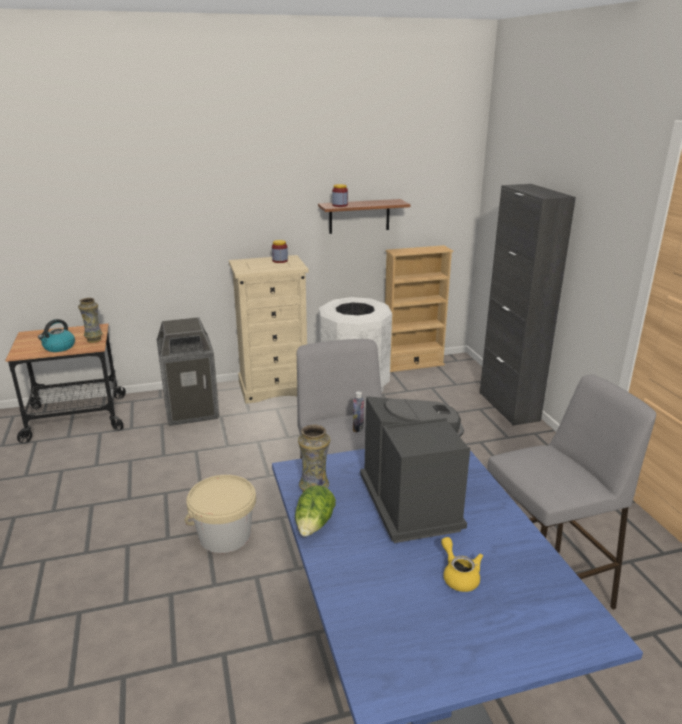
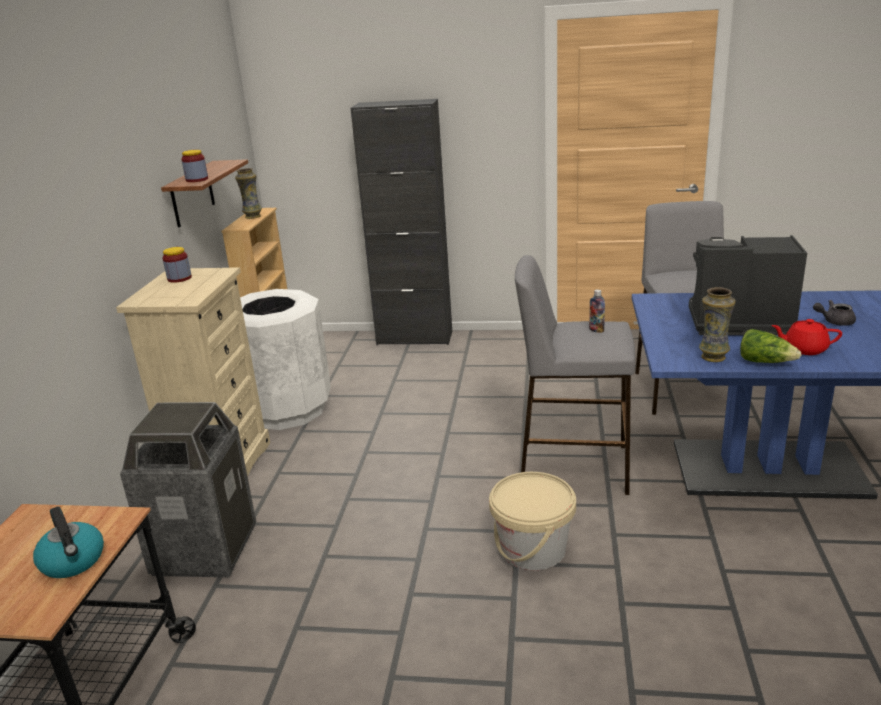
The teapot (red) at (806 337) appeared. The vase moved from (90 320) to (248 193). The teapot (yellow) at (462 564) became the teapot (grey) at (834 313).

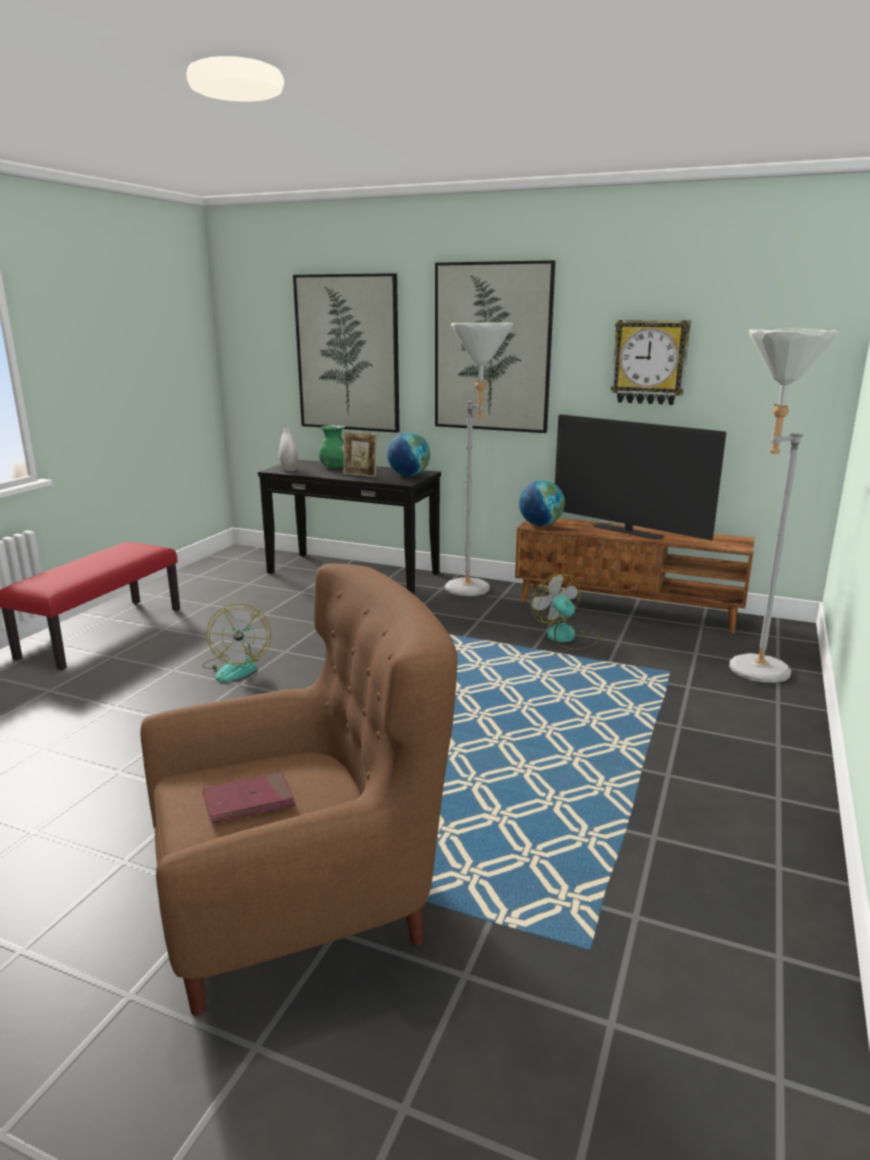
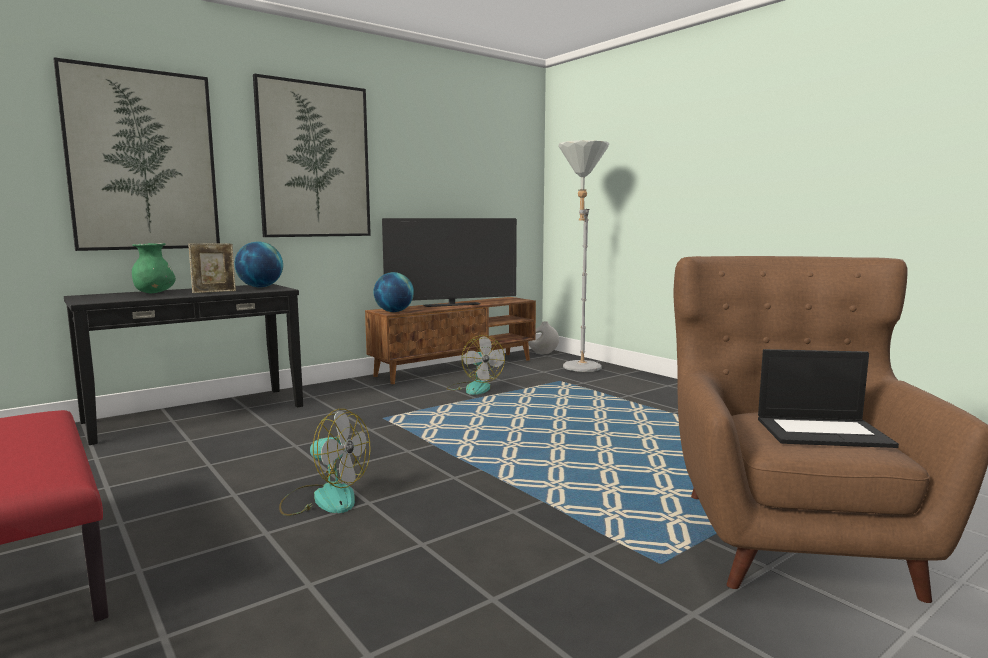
The floor lamp (grey) at (479 459) disappeared. The wall clock at (651 362) disappeared. The vase (white) moved from (288 449) to (543 337). The book (red) at (249 798) was replaced by the laptop at (828 398). The fan at (565 612) turned 120 degrees counterclockwise.

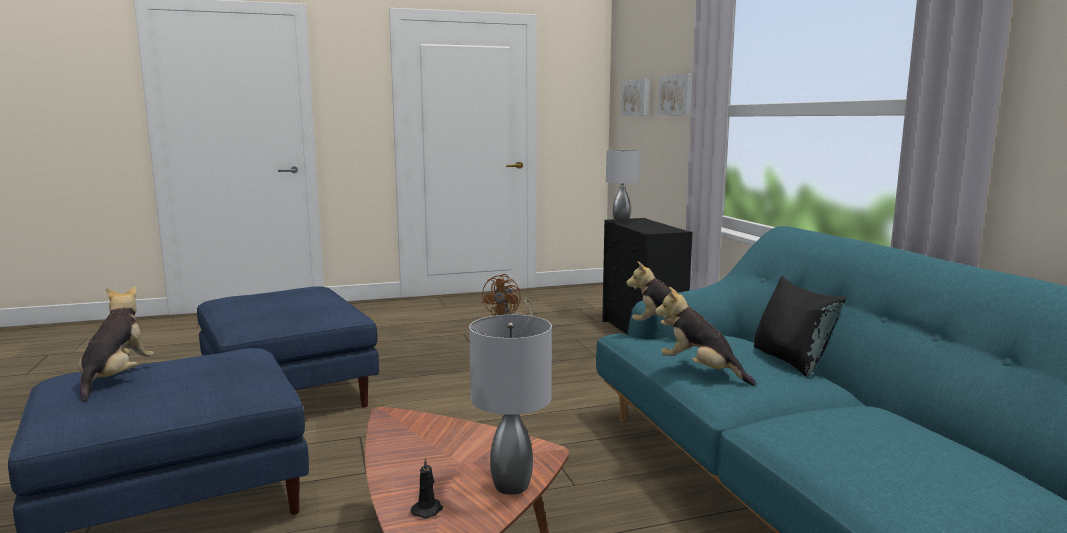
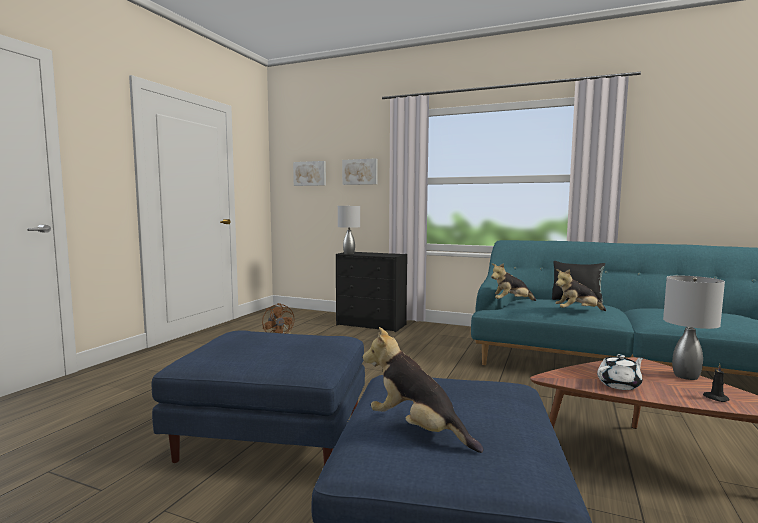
The teapot (white) at (620 372) appeared.

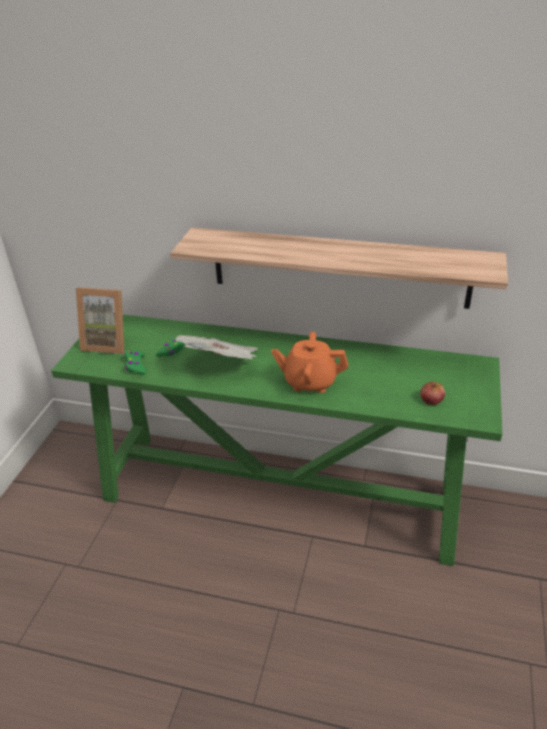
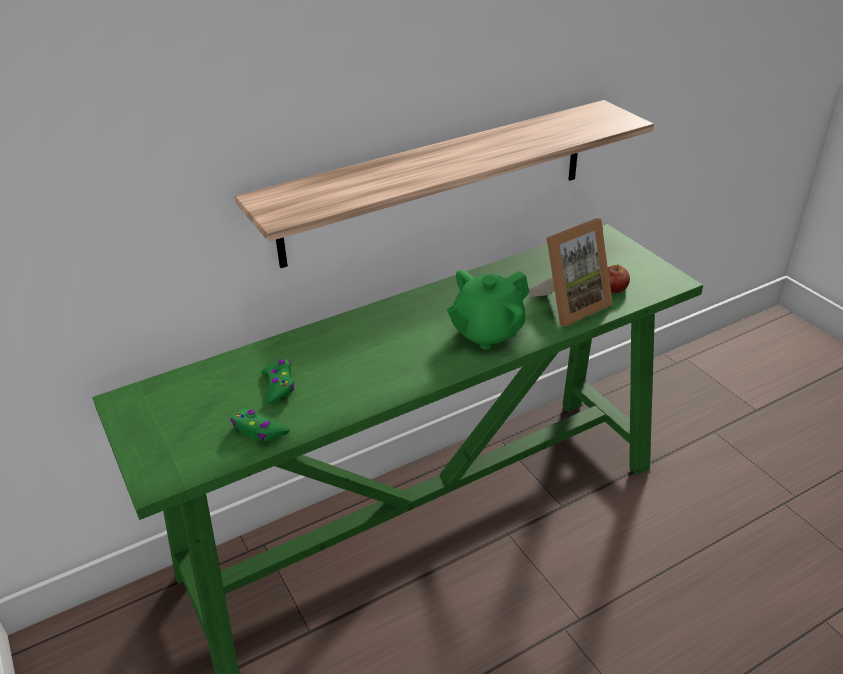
The newspaper at (216 347) disappeared. The picture frame moved from (100 320) to (571 272). The teapot (orange) at (309 362) became the teapot (green) at (488 310).

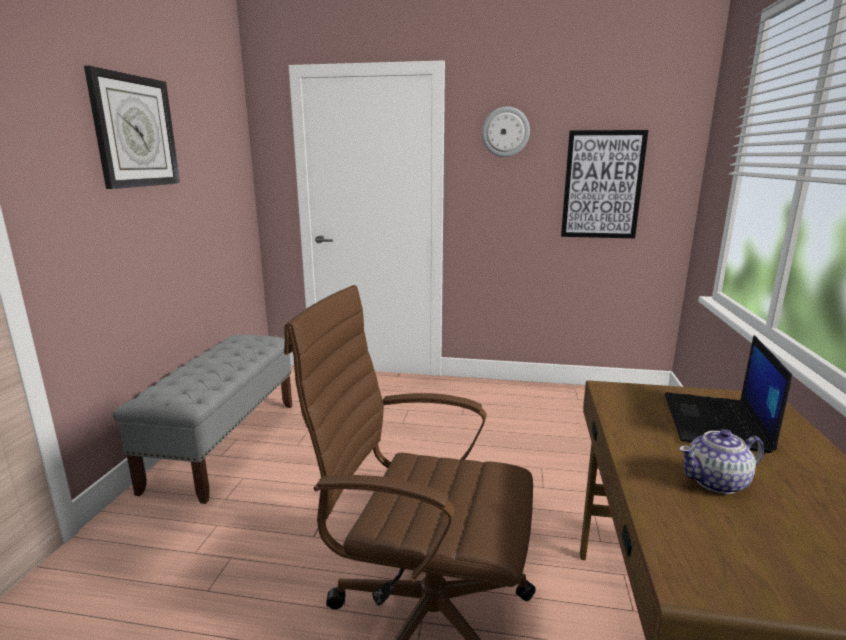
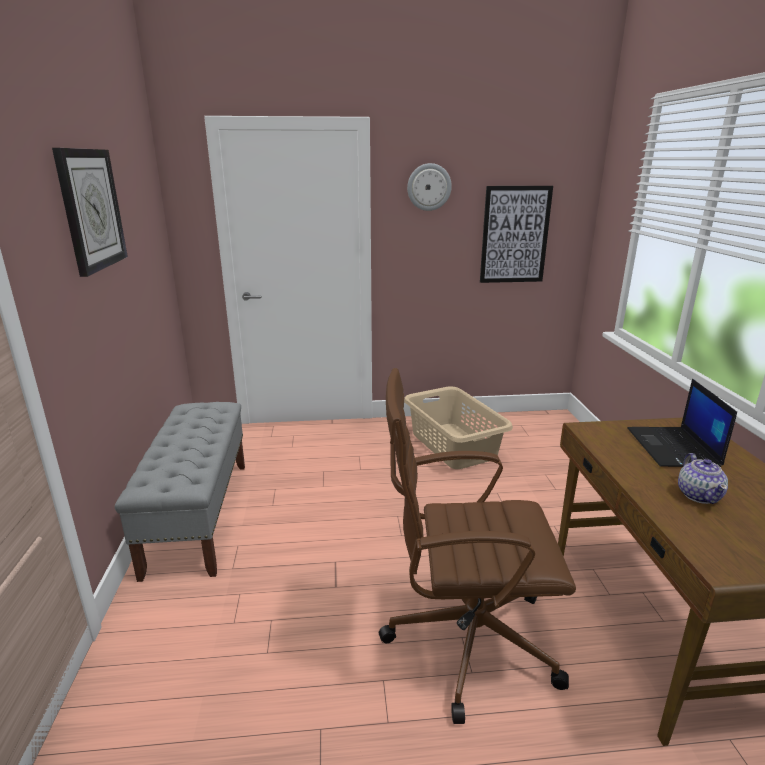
The laundry basket (beige) at (458 427) appeared. The teapot at (721 461) turned 60 degrees counterclockwise.

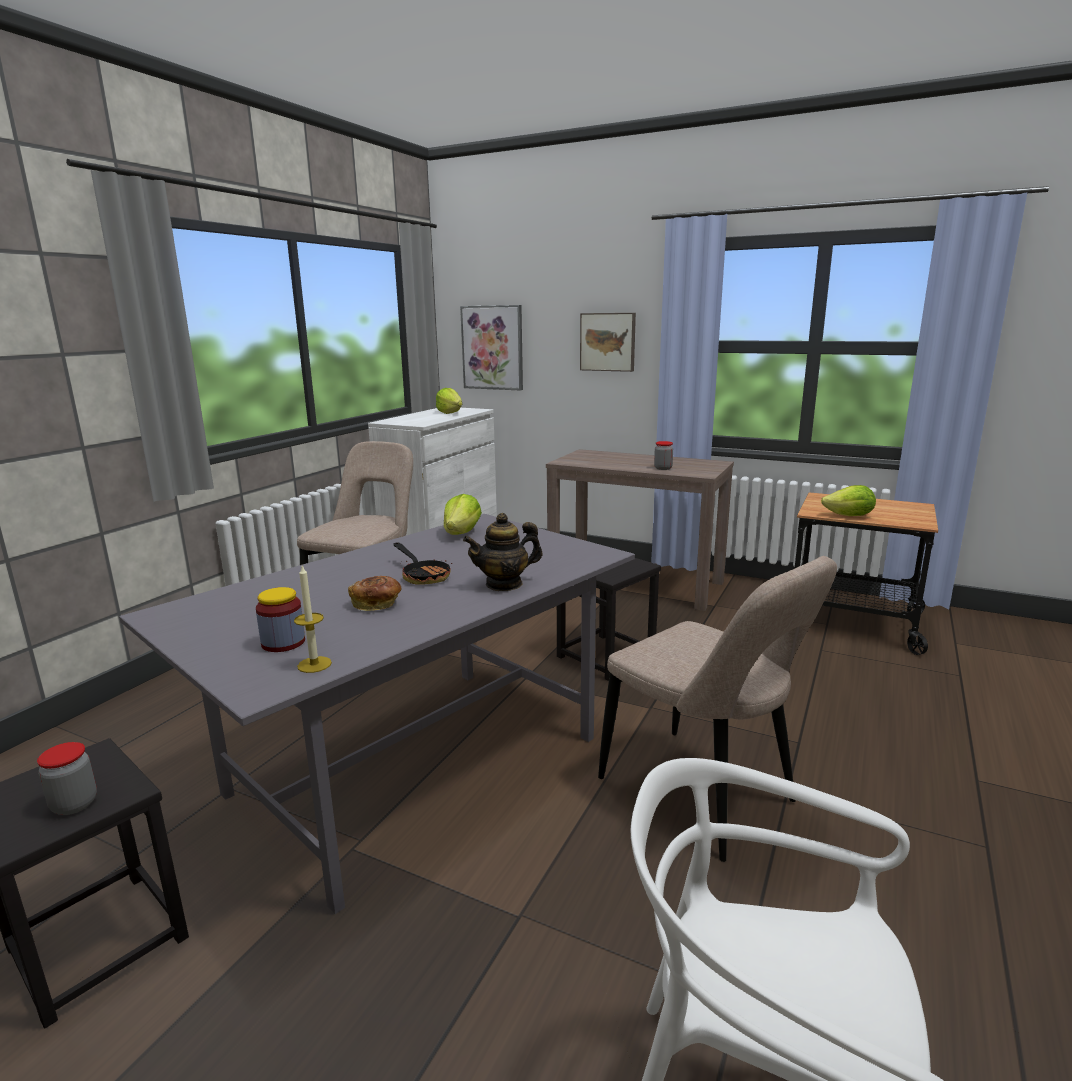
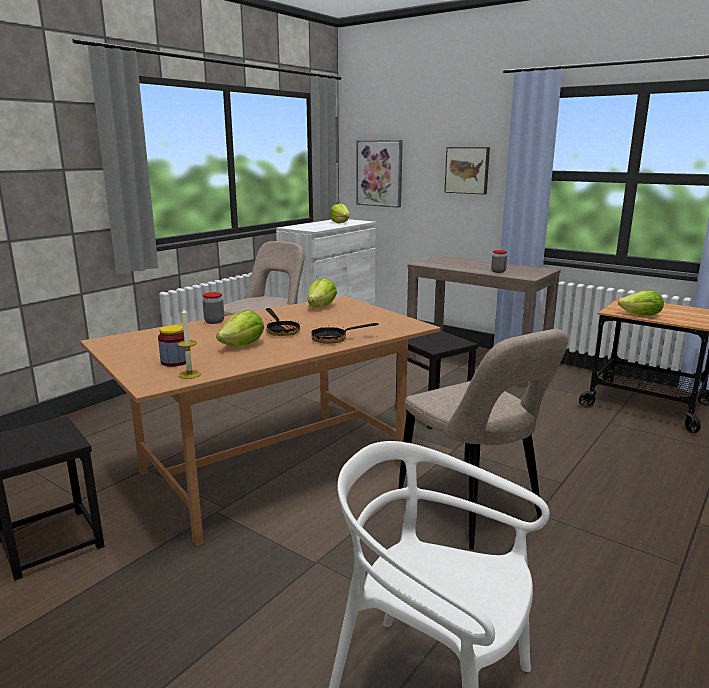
The jar moved from (67 778) to (213 308). The bread at (374 593) was replaced by the lettuce at (240 328). The teapot at (502 552) was replaced by the frying pan at (344 333). The dining table (grey) at (377 714) became the dining table (brown) at (260 421).

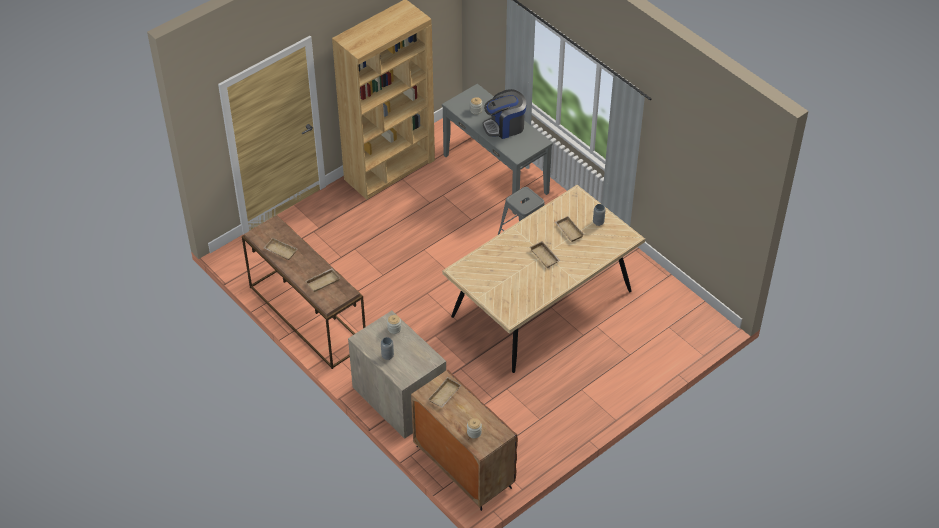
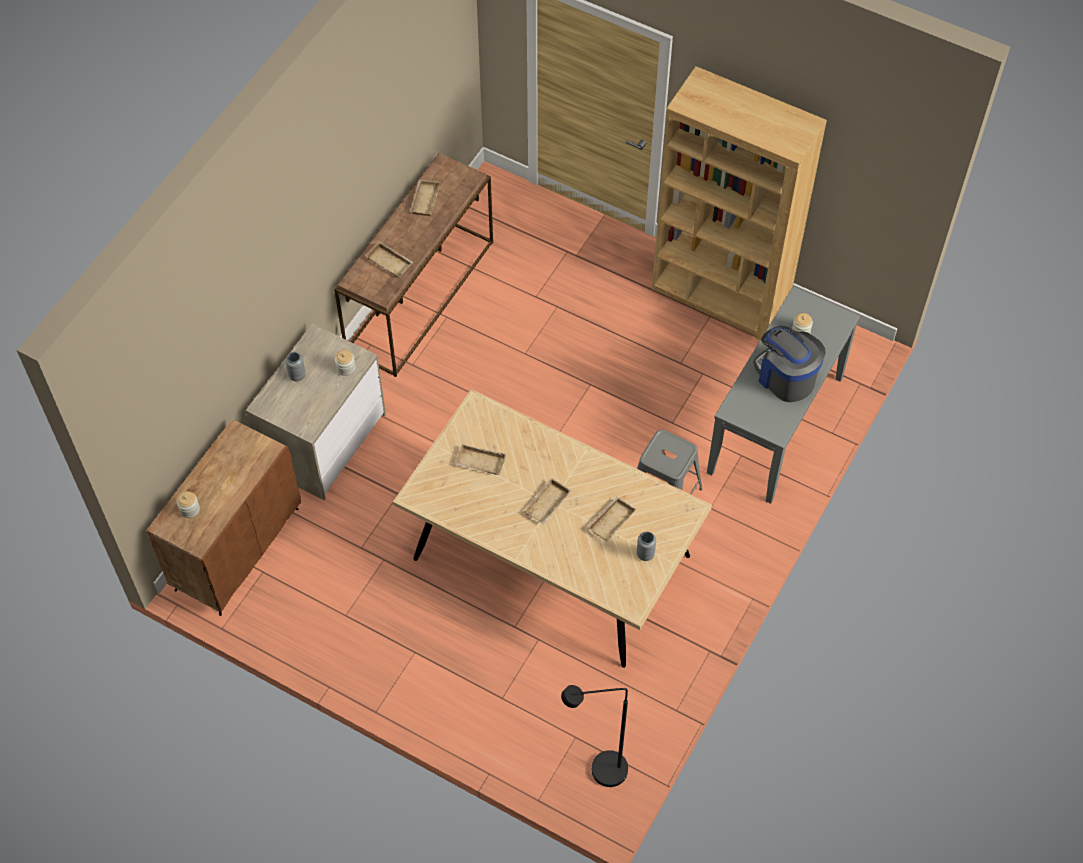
The floor lamp (black) at (594 736) appeared. The tray (beige) moved from (444 392) to (480 459).

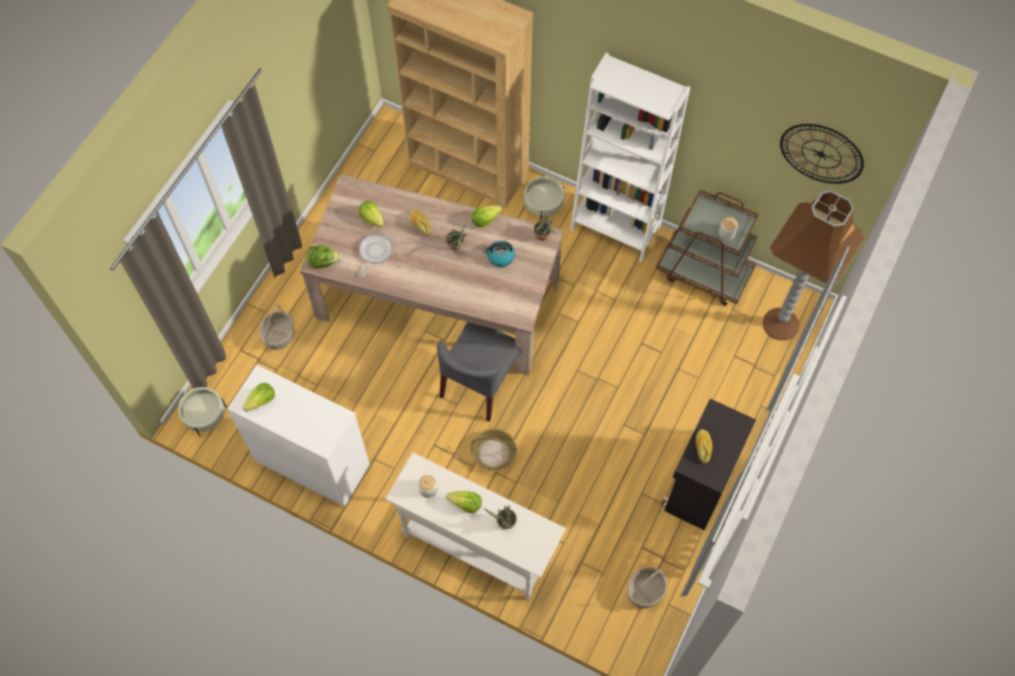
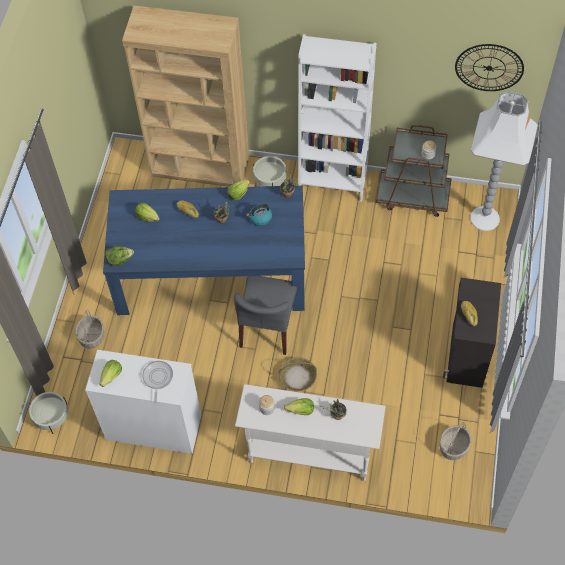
The frying pan moved from (375 255) to (157 382). The dining table (beige) at (432 274) became the dining table (blue) at (204 250). The floor lamp (brown) at (813 265) became the floor lamp (white) at (504 161).

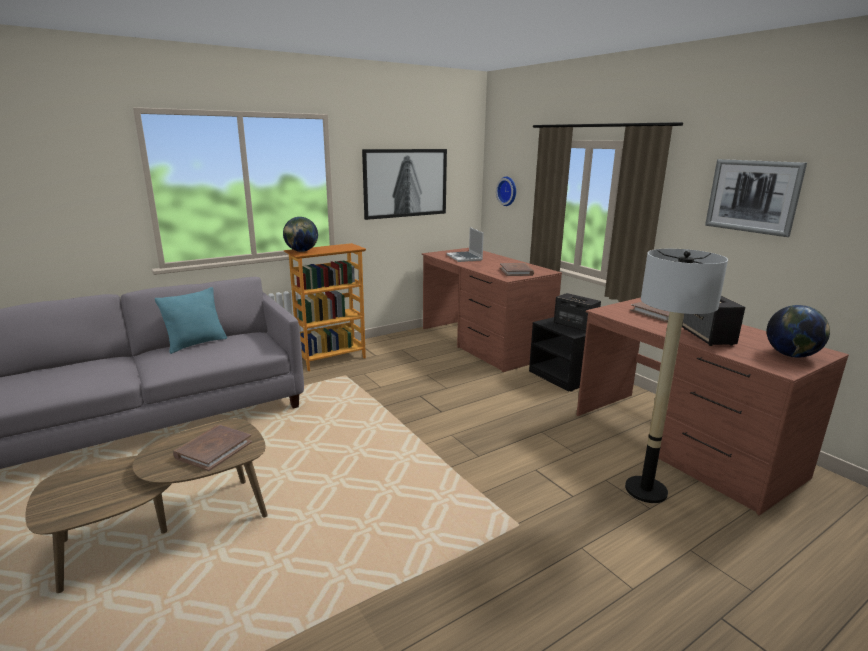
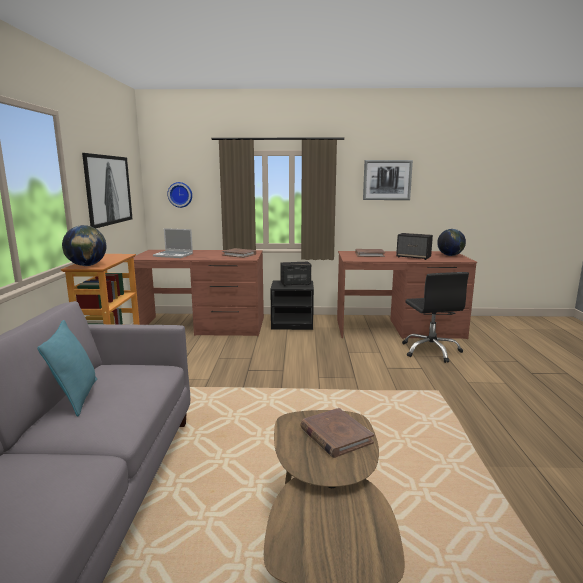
The floor lamp at (676 375) was replaced by the office chair (black) at (435 317).

